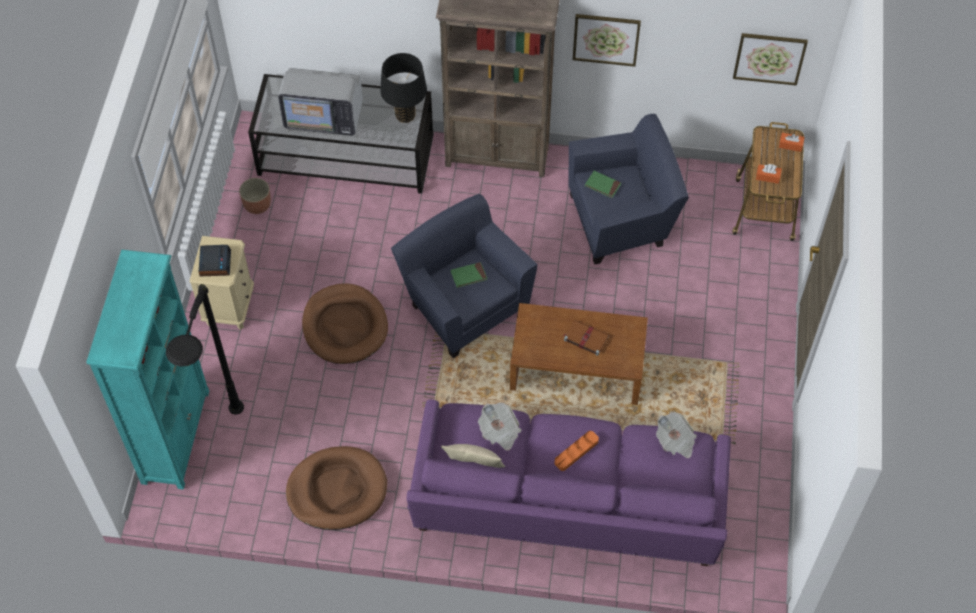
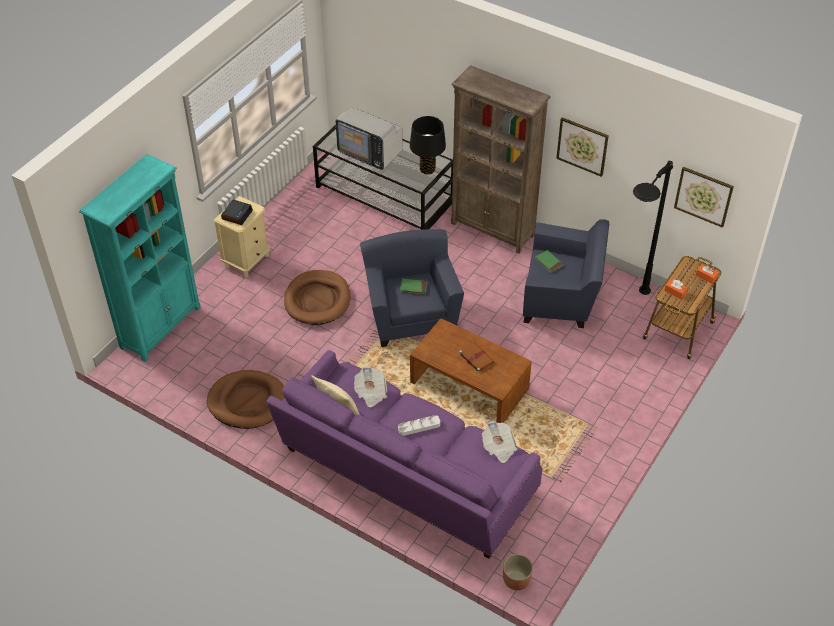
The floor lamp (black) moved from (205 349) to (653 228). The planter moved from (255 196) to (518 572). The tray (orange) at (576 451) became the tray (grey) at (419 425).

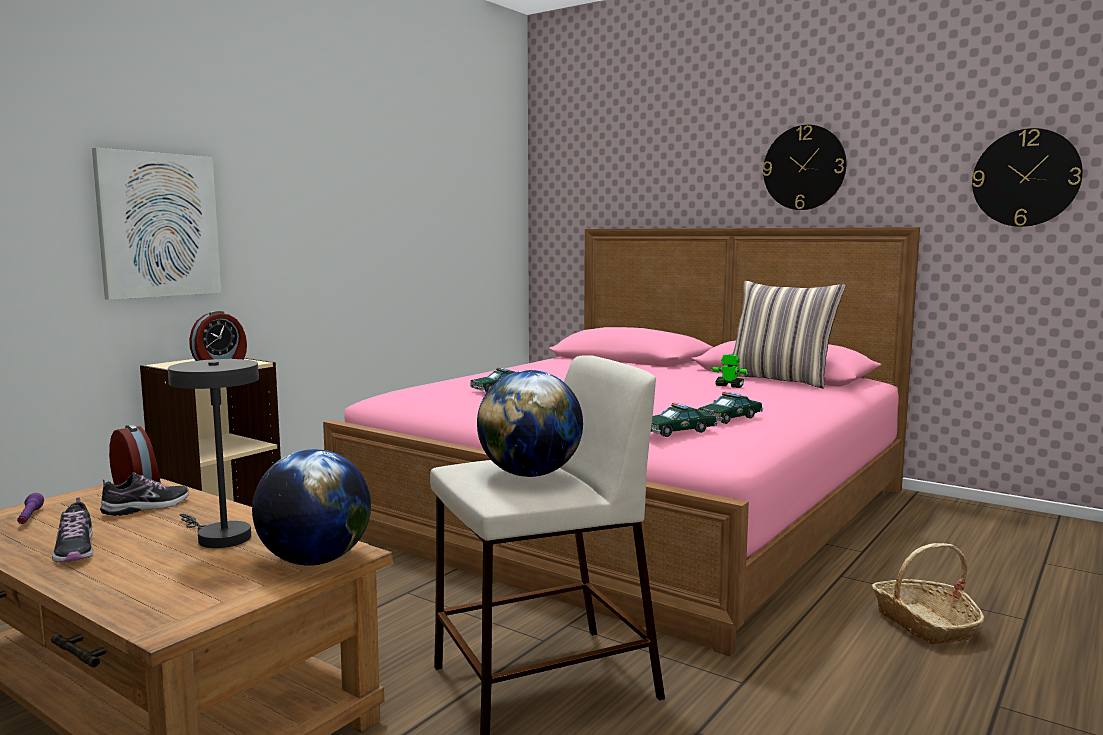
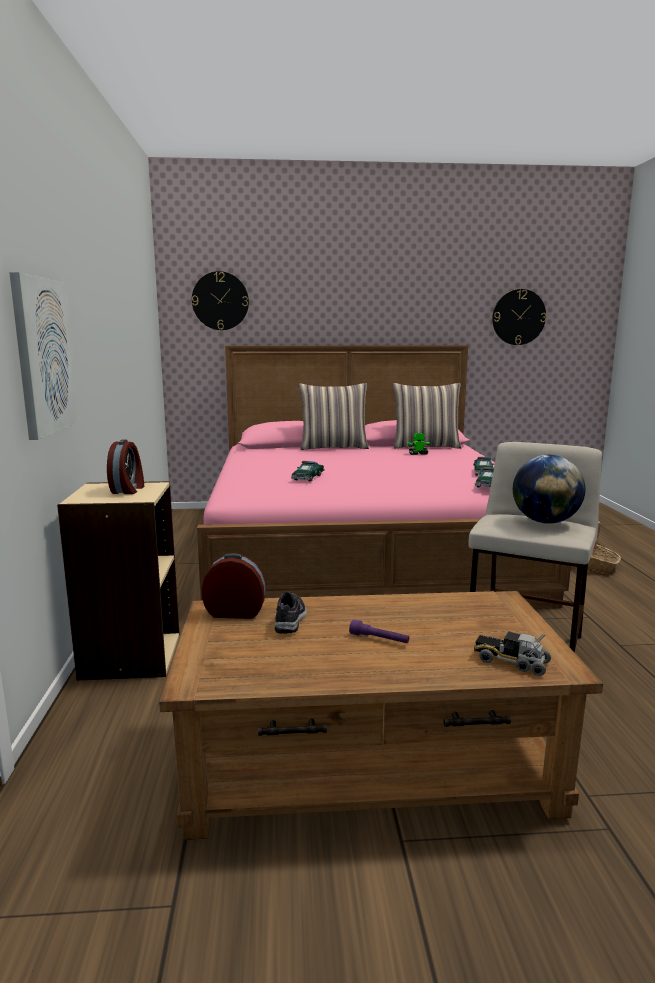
The shoe at (72 529) disappeared. The table lamp (grey) at (213 453) disappeared. The globe at (311 507) disappeared. The pillow at (334 416) appeared. The toy truck at (512 653) appeared. The flashlight (purple) moved from (30 508) to (379 631). The wall clock moved from (804 167) to (220 300).

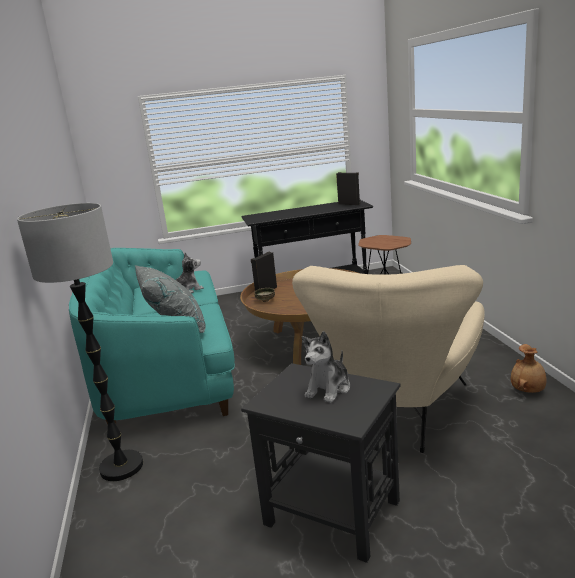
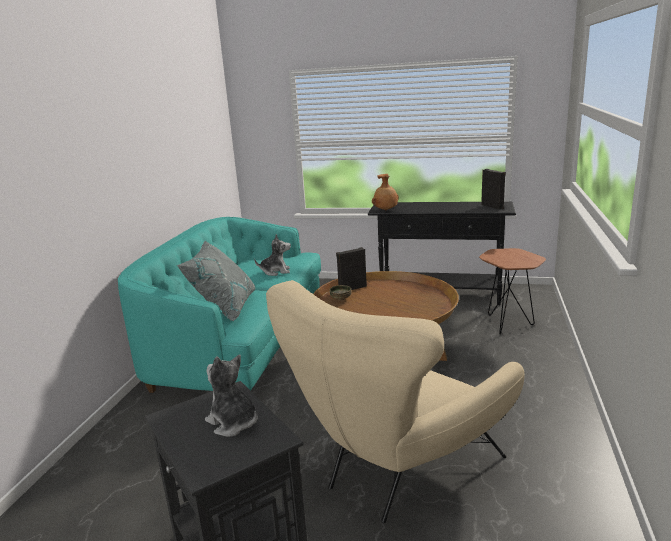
The floor lamp at (80 342) disappeared. The vase (brown) moved from (529 368) to (385 192). The plush toy at (326 367) turned 75 degrees clockwise.

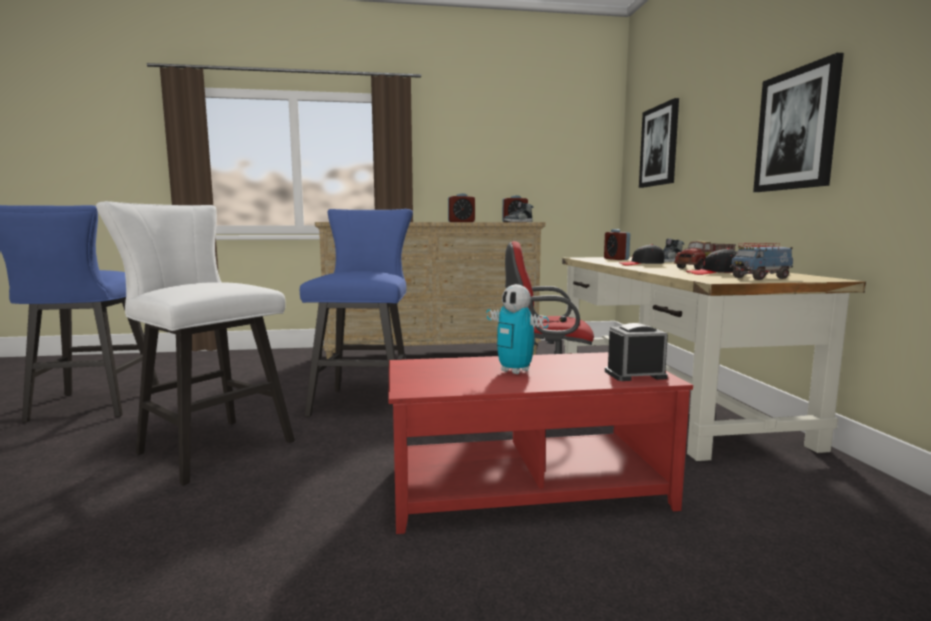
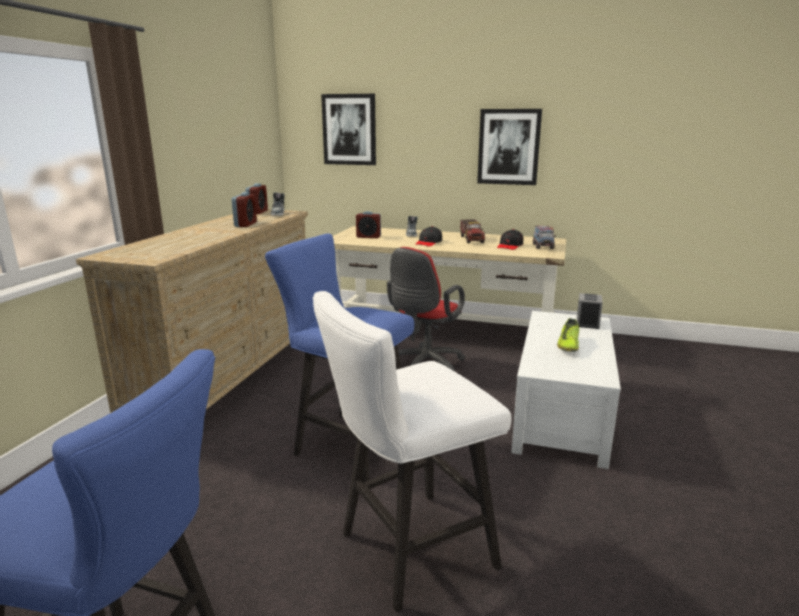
The toy robot at (517 329) was replaced by the shoe at (568 335). The coffee table (red) at (541 443) became the coffee table (white) at (566 390).

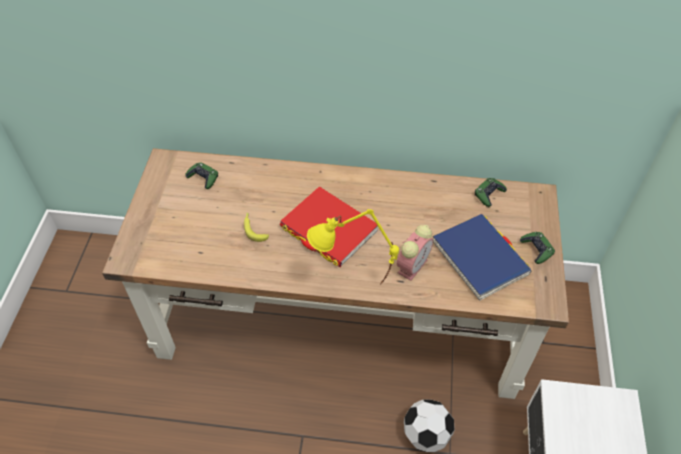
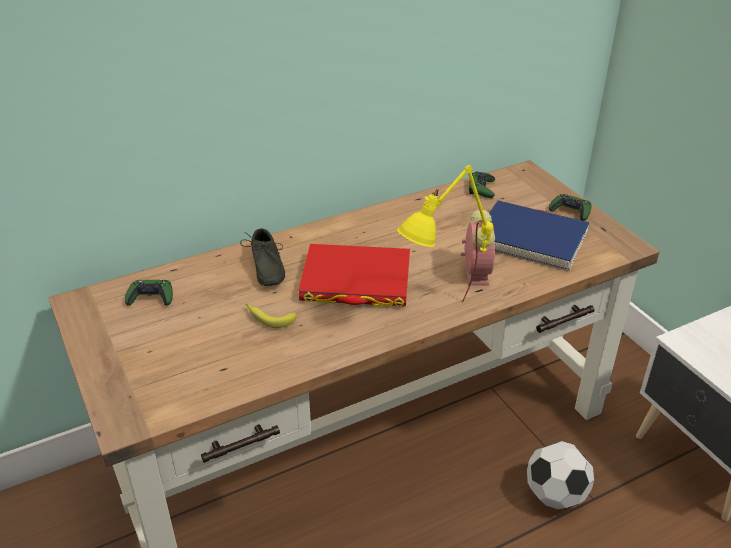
The shoe (grey) at (262 257) appeared.

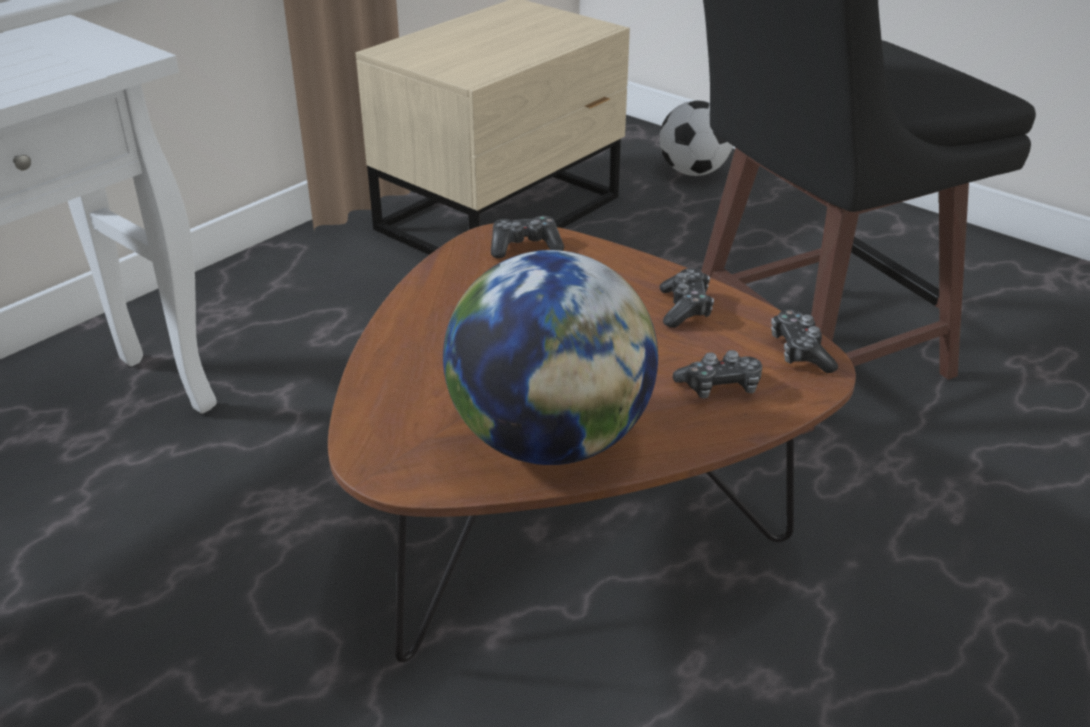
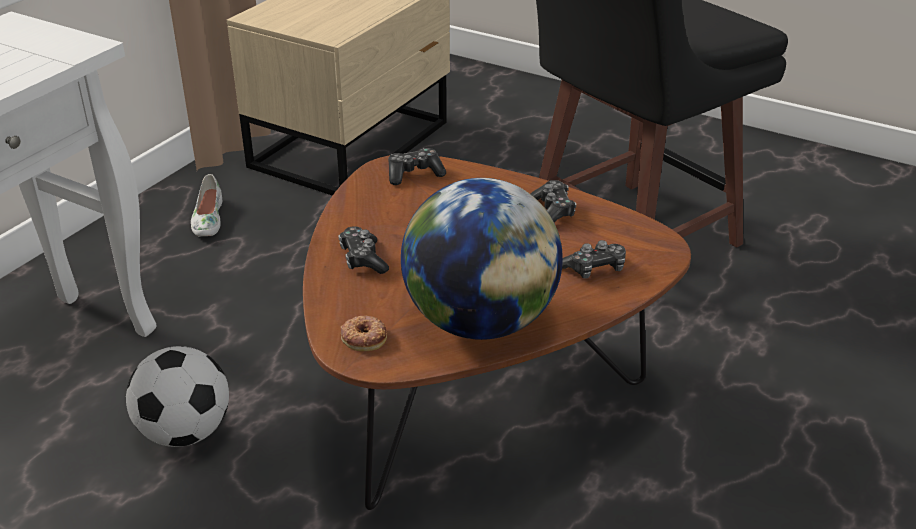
The shoe (white) at (206 205) appeared. The donut at (364 333) appeared. The football moved from (696 138) to (177 396). The game controller moved from (804 341) to (363 250).

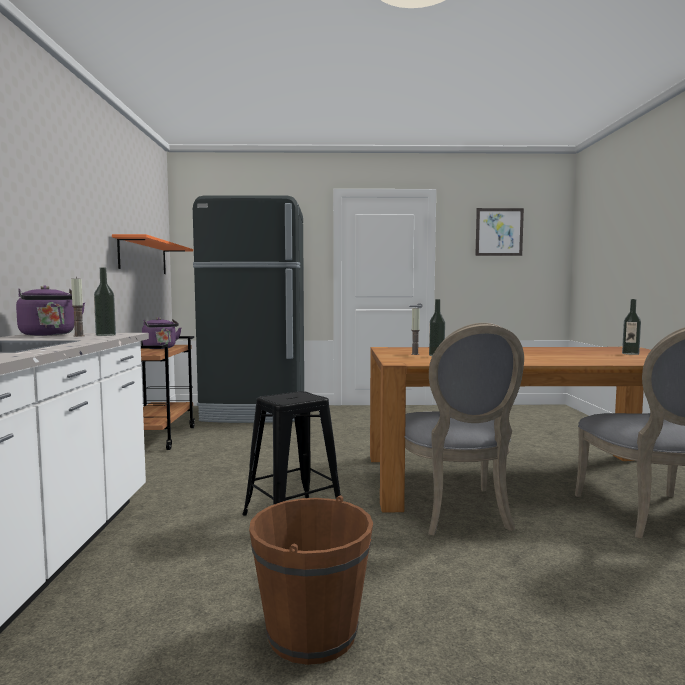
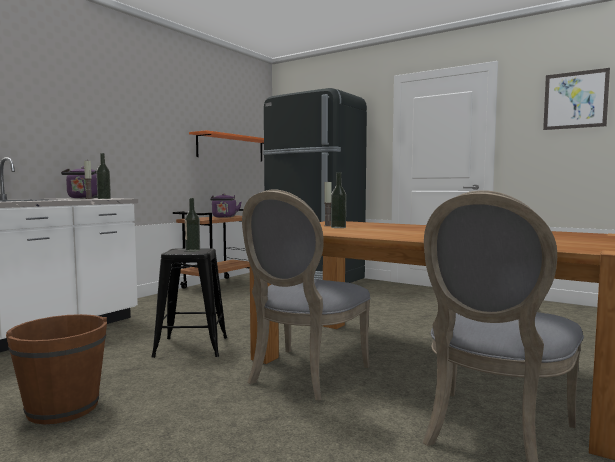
The bottle moved from (631 327) to (192 225).

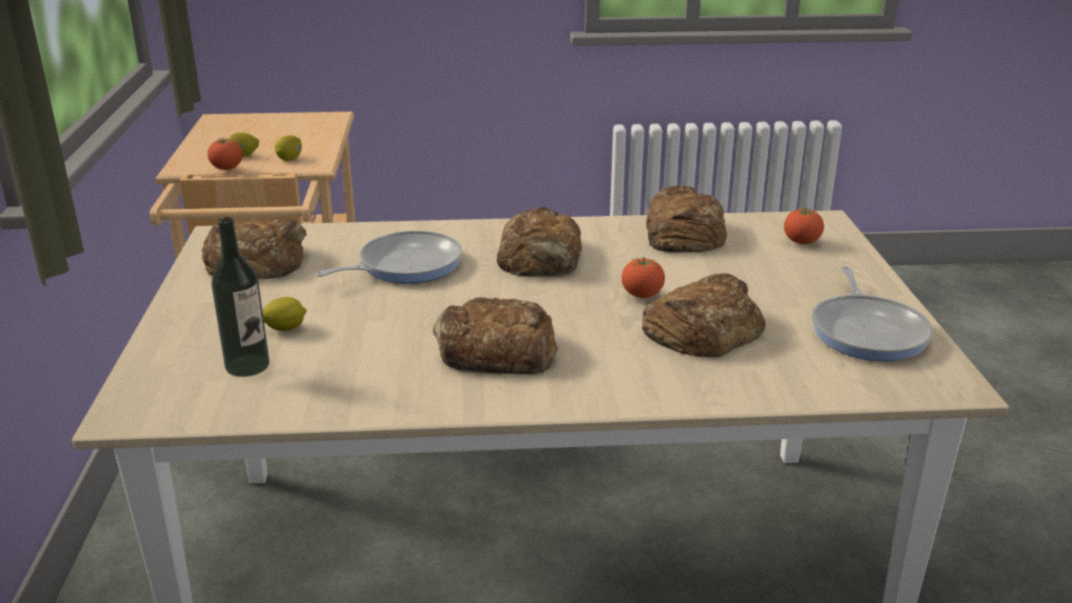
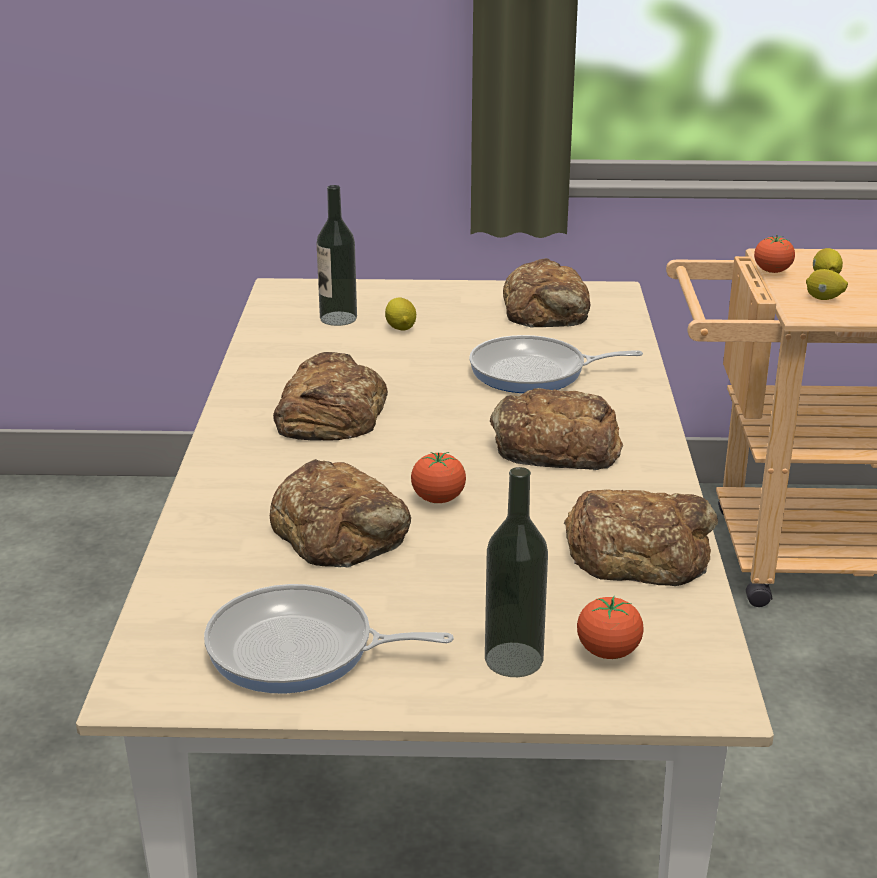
The bottle at (516 572) appeared. The frying pan at (388 257) turned 120 degrees clockwise.

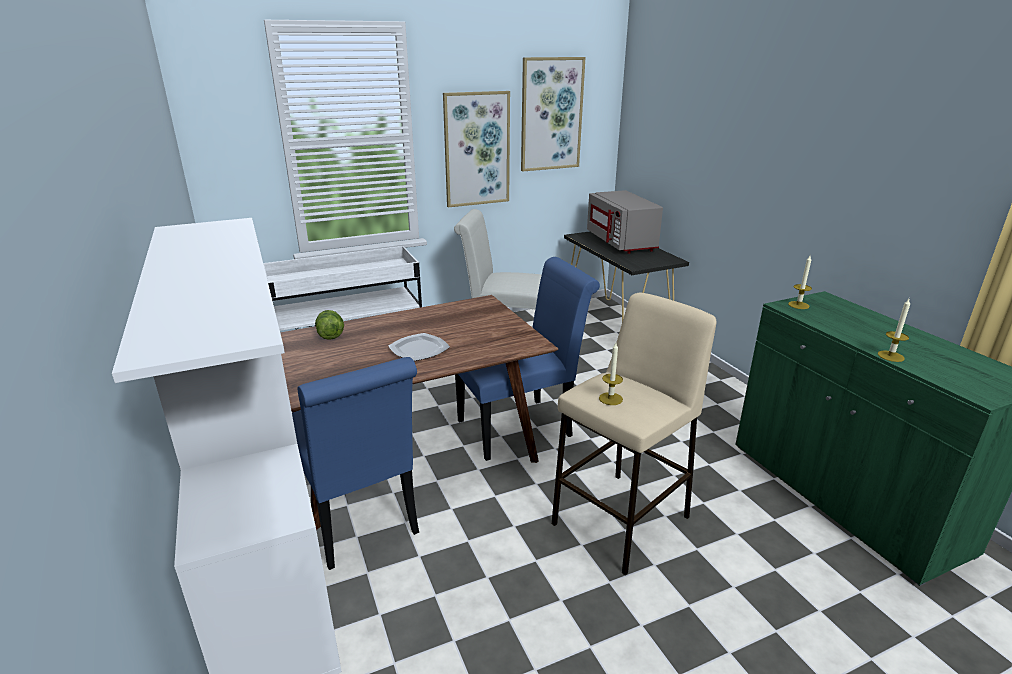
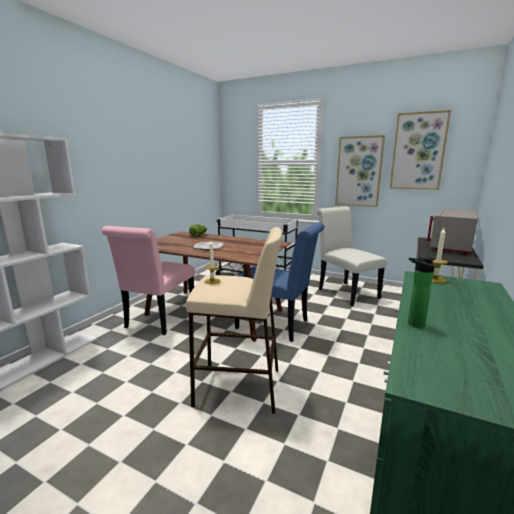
The candle at (894 330) was replaced by the bottle at (422 292). The chair (blue) at (355 463) became the chair (pink) at (148 280).

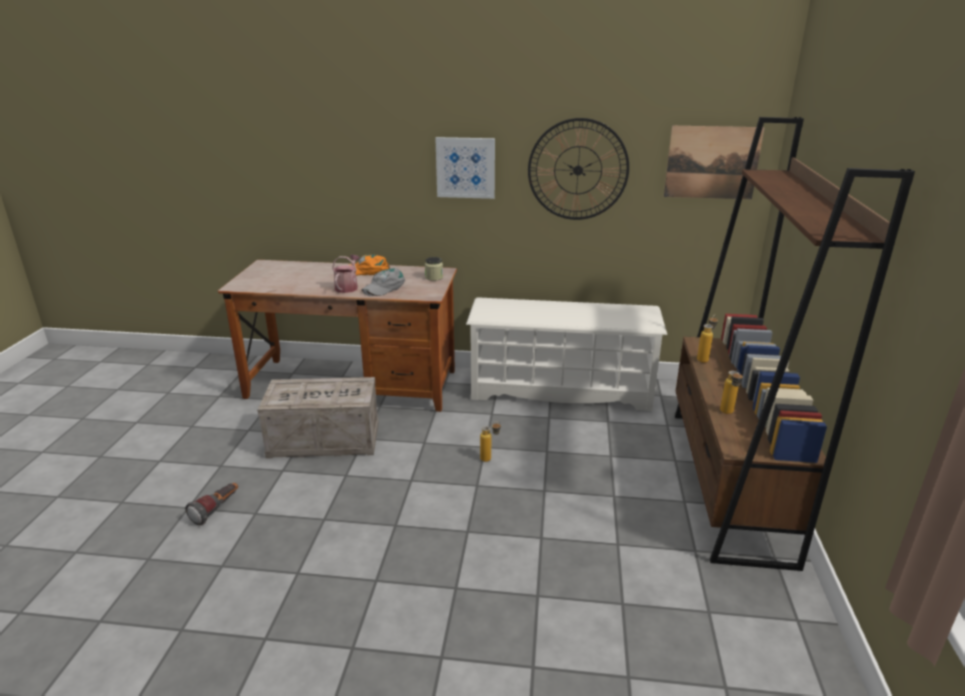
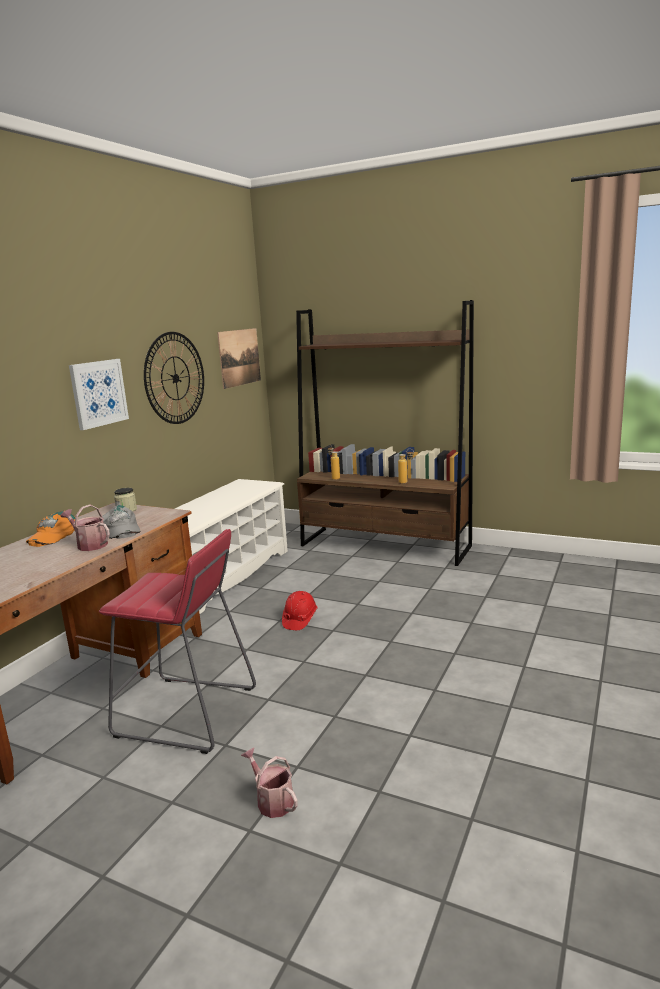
The flashlight at (211 504) was replaced by the watering can at (269 782). The crate at (318 418) was replaced by the stool (red) at (177 641). The bottle at (490 441) was replaced by the hard hat (red) at (299 610).

